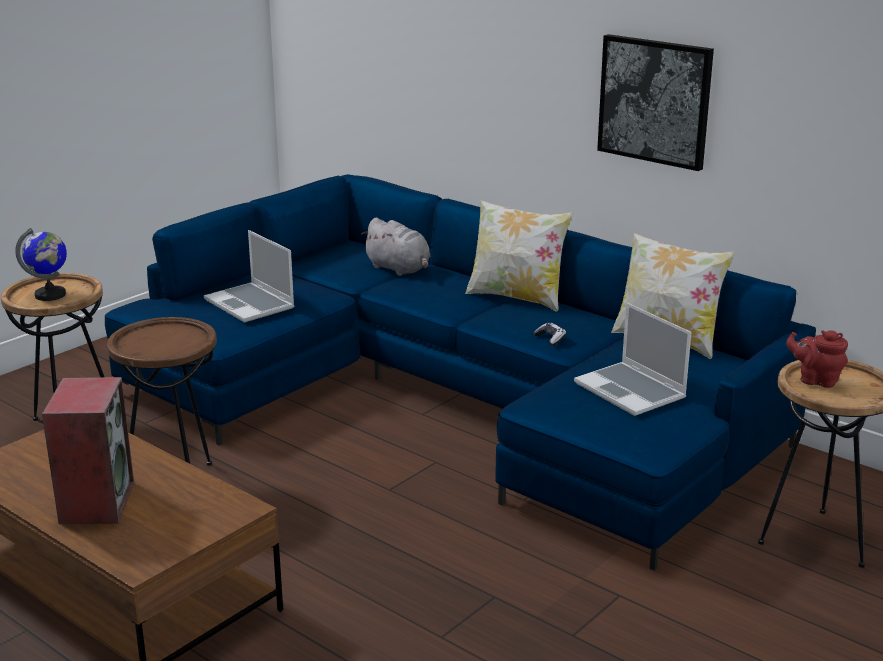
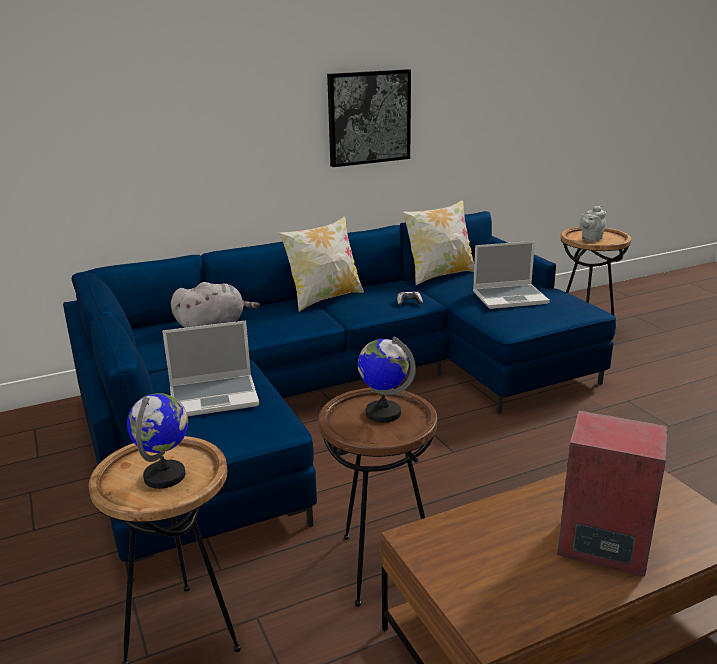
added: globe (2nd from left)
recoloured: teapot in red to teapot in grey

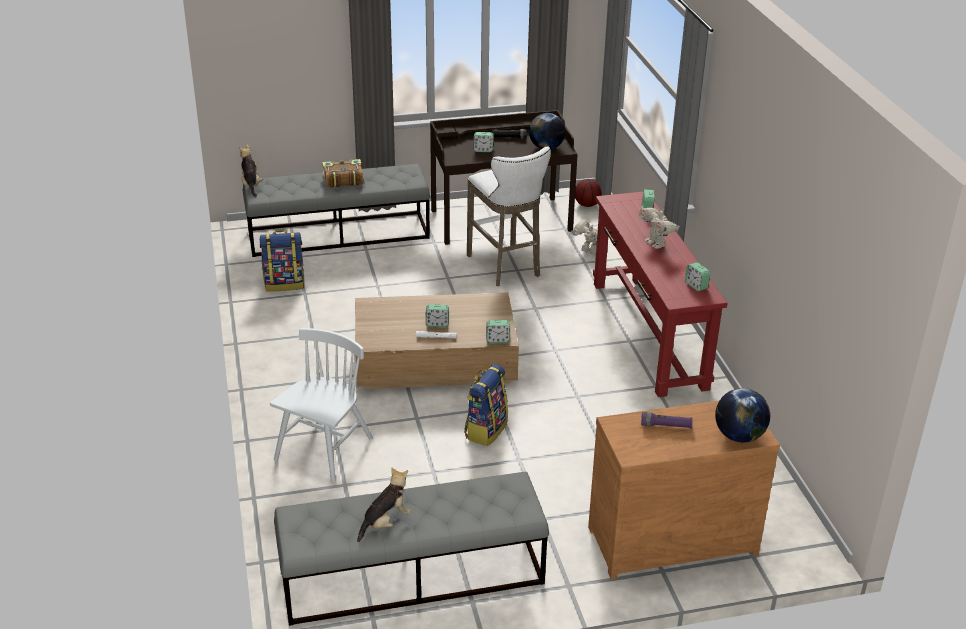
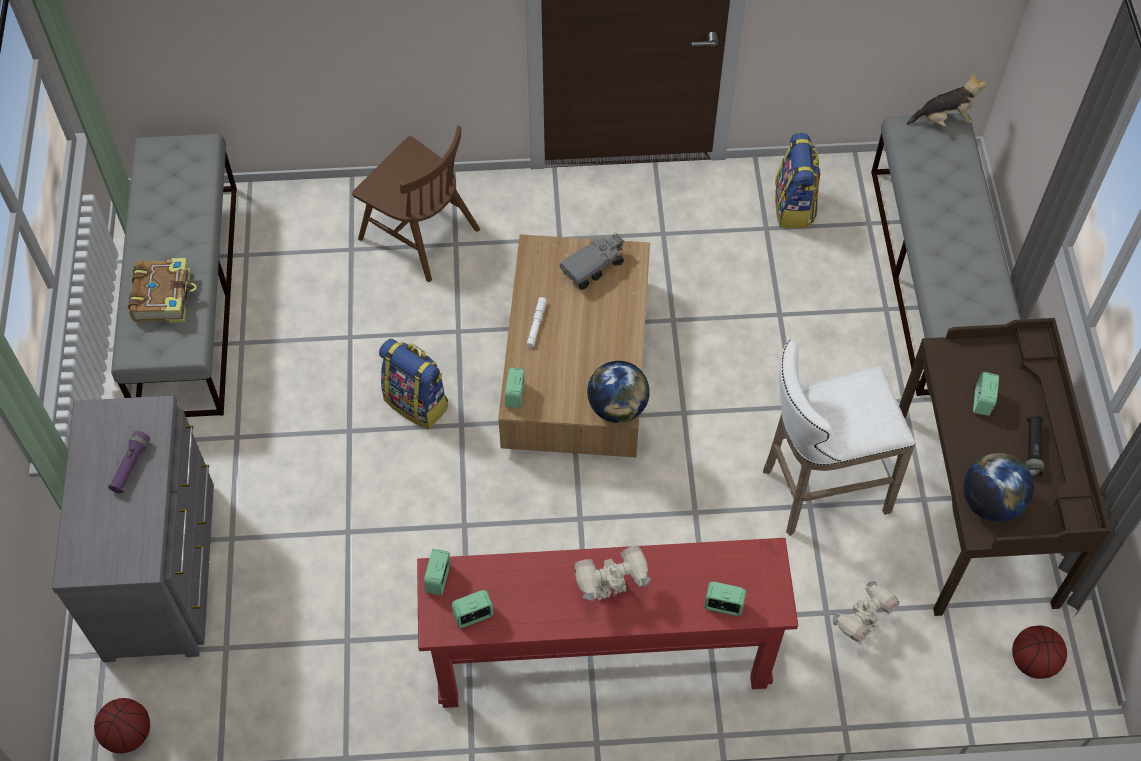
removed: plush toy (2nd from left)
added: toy truck; basketball (1st from left)
moved: book; alarm clock (1st from left); globe (2nd from left in the first image) to globe (1st from left)
recoloured: chair in white to chair in brown; dresser in brown to dresser in grey

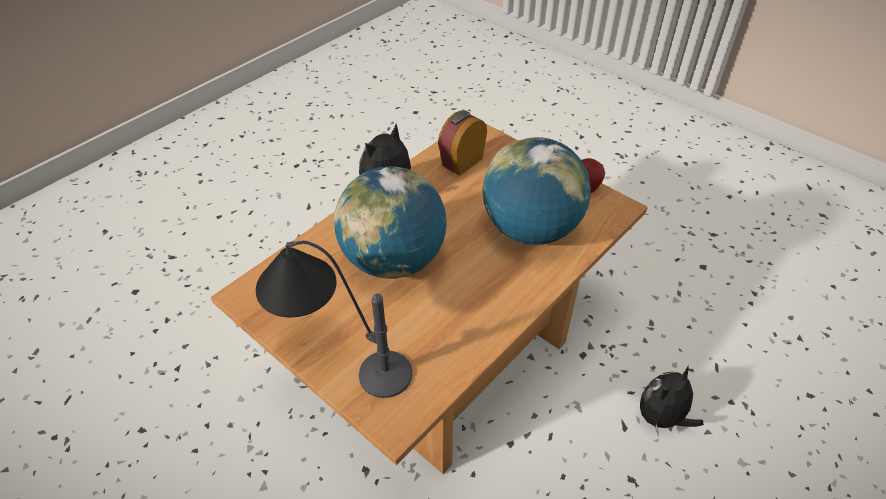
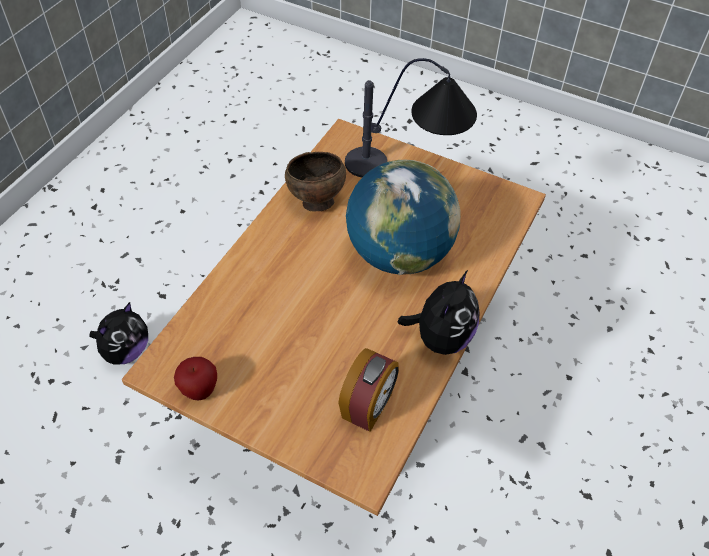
removed: globe (2nd from left)
added: bowl in brown

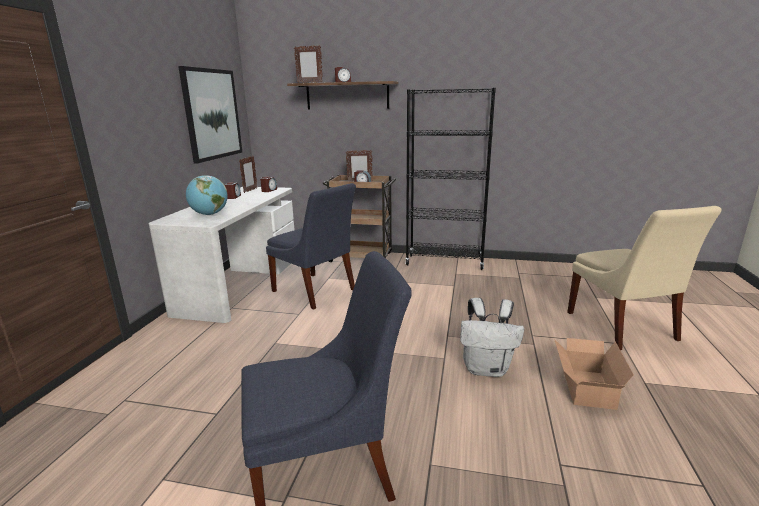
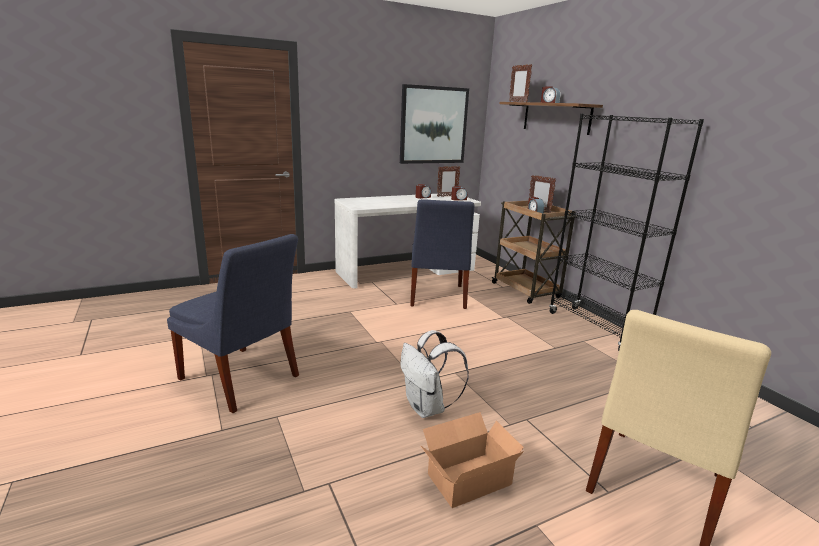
removed: globe

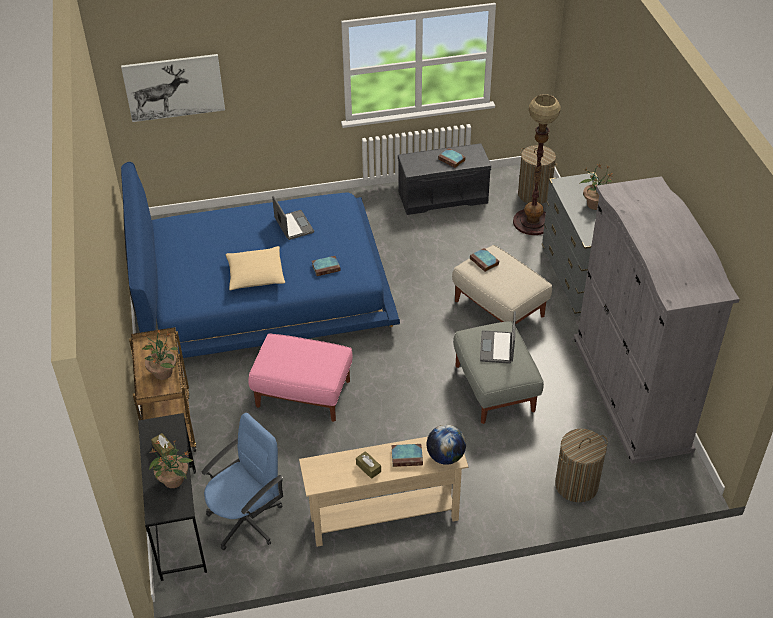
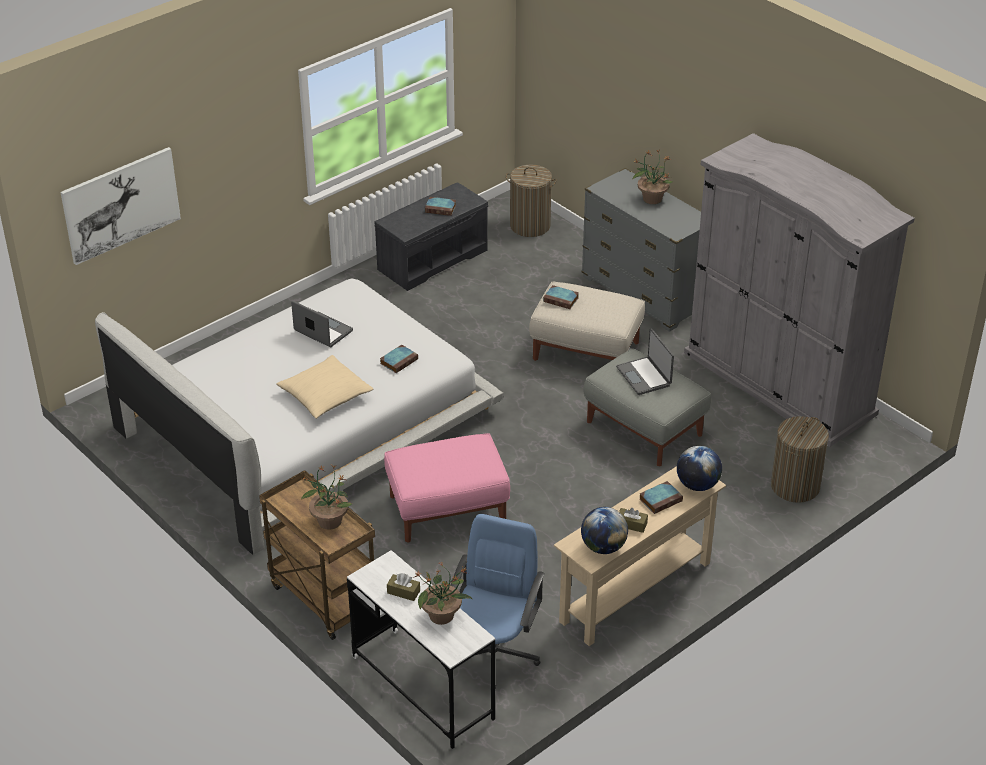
removed: floor lamp
added: globe (1st from left)
recoloured: bed in blue to bed in white; desk in black to desk in white

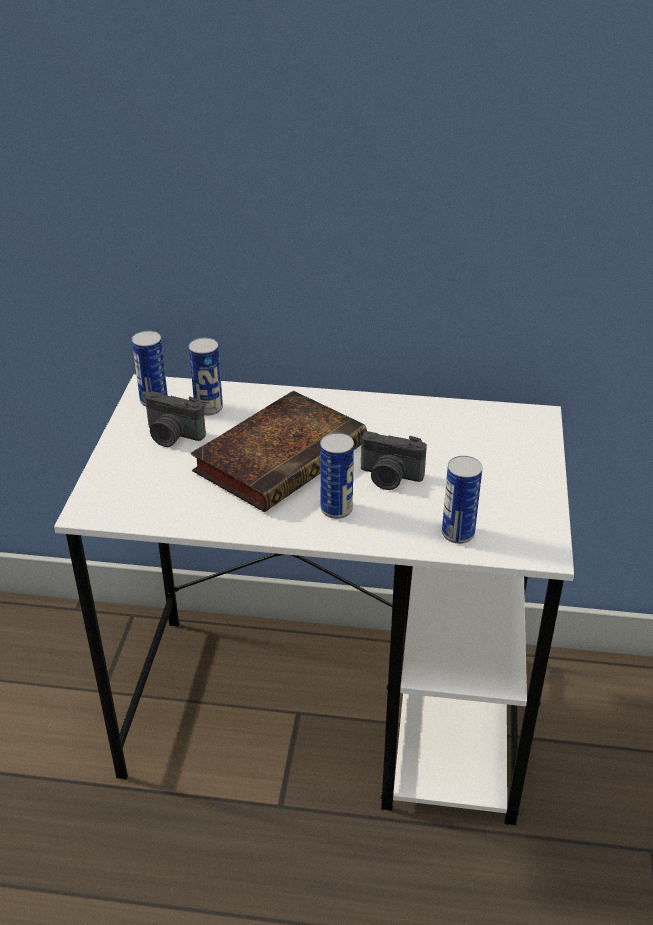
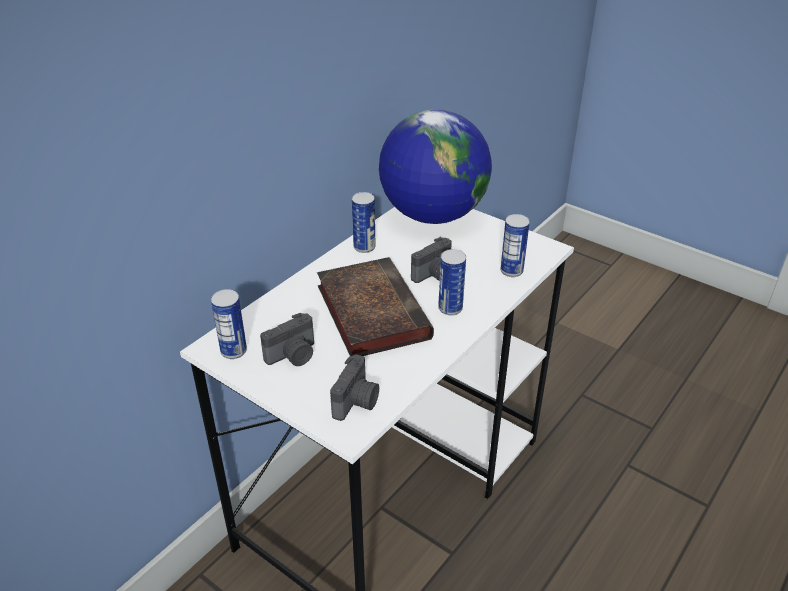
added: globe; photo camera (2nd from left)
moved: can (2nd from left)

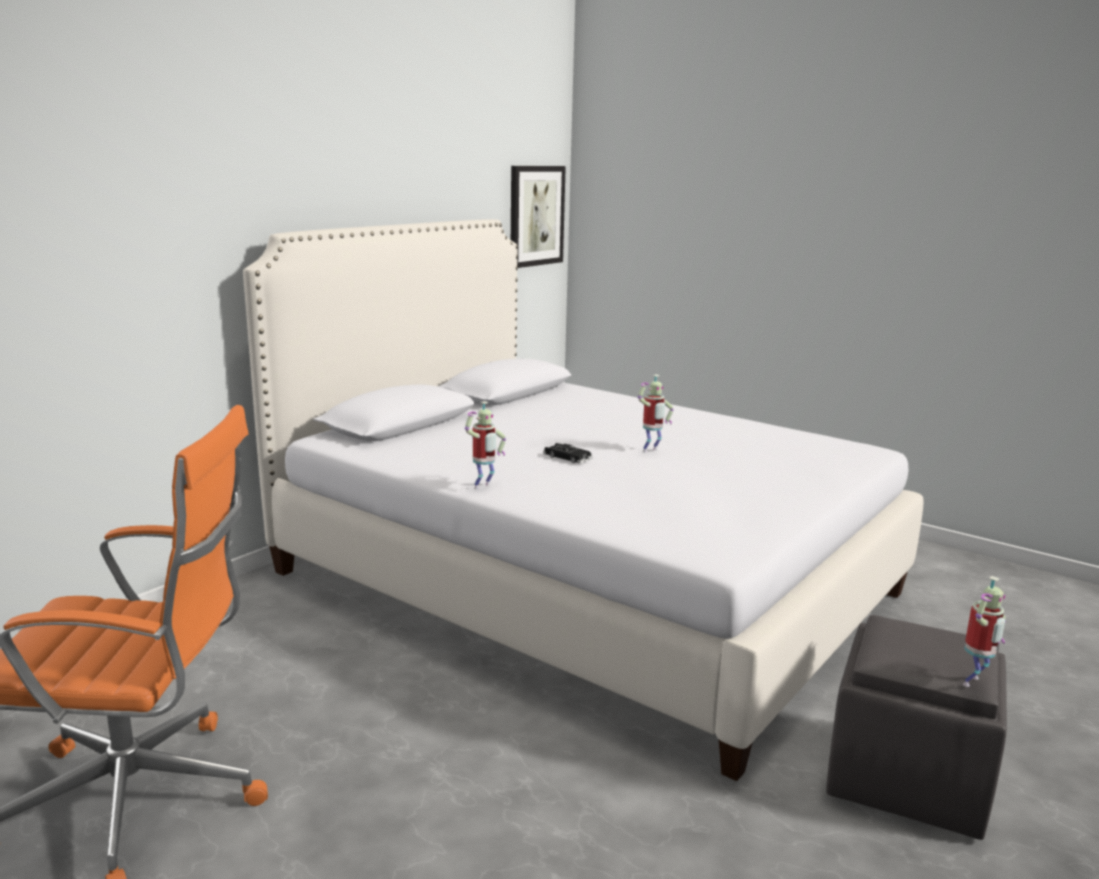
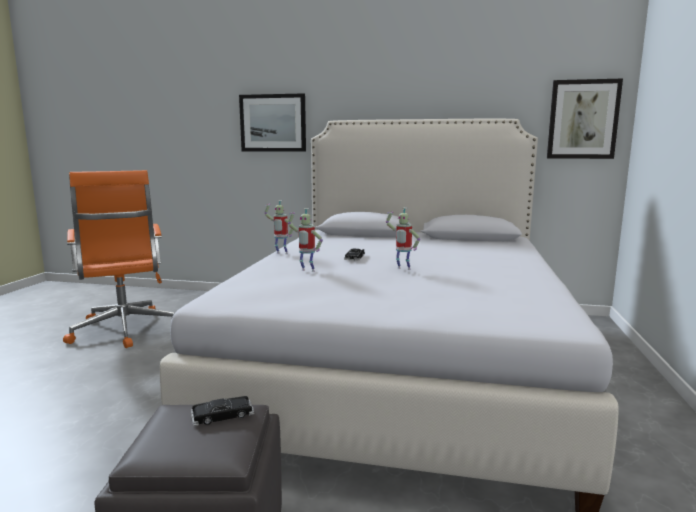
added: picture (1st from left); toy car in black (1st from left)
moved: toy robot (3rd from left in the first image) to toy robot (2nd from left)

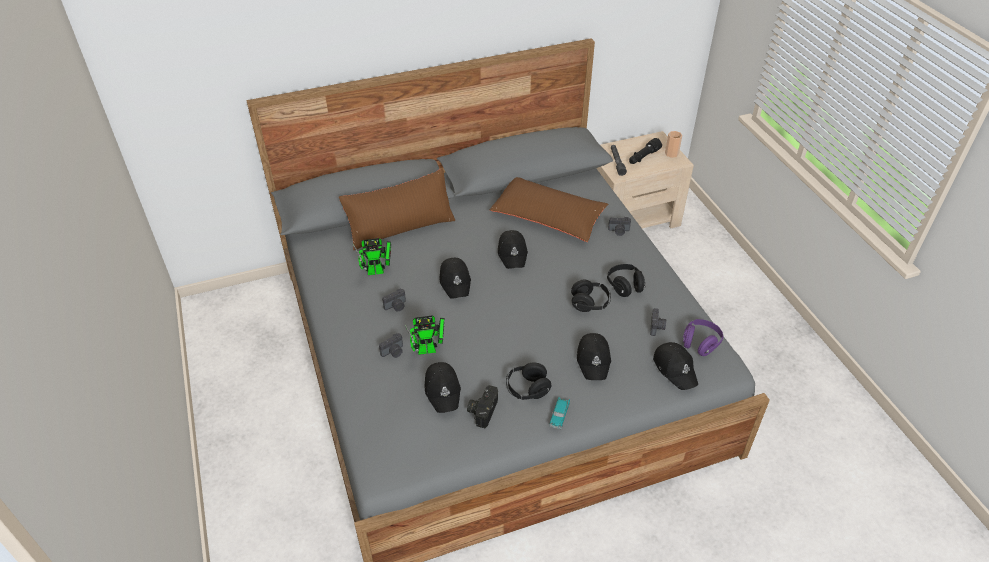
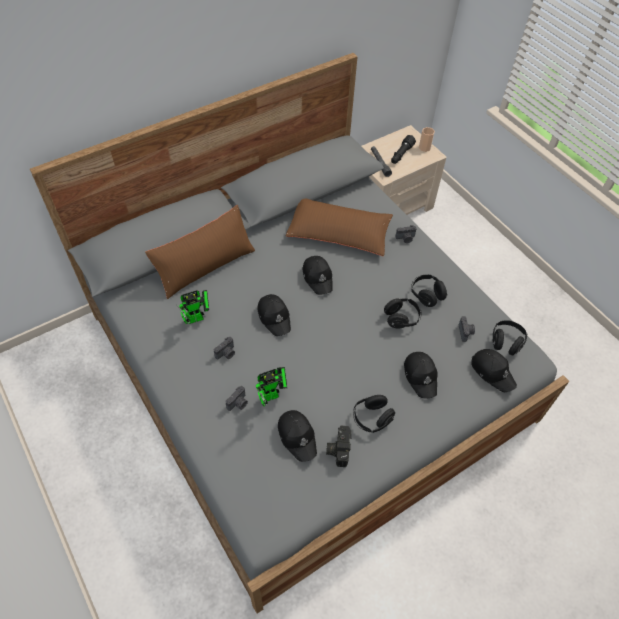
removed: toy car
recoloured: headphones in purple to headphones in black (4th from left)

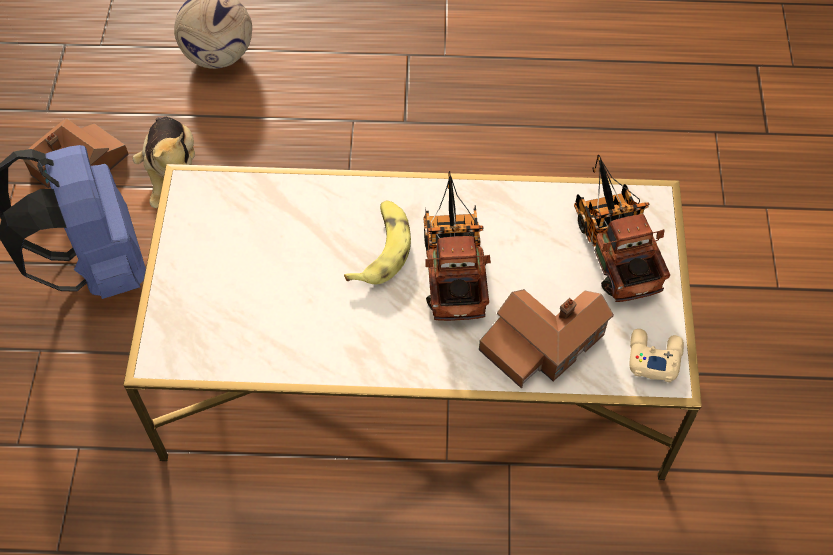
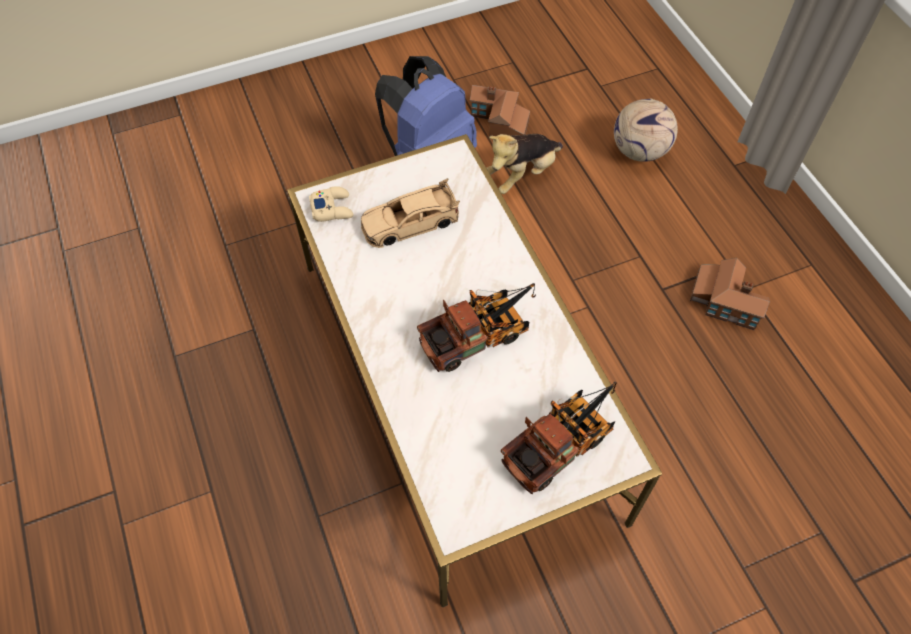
removed: banana
added: toy car in beige
moved: toy house (2nd from left); game controller in beige

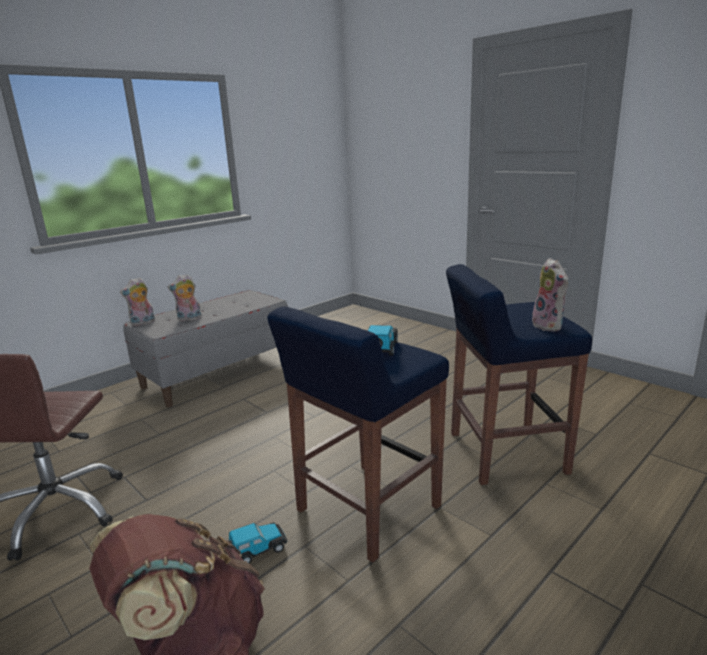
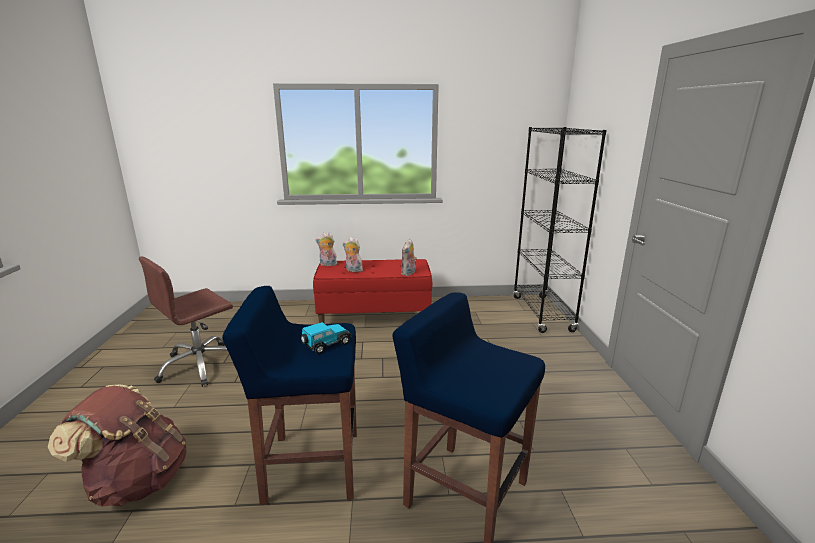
removed: toy car (1st from left)
added: bookcase in black
moved: plush toy (3rd from left)
recoloured: bench in grey to bench in red

